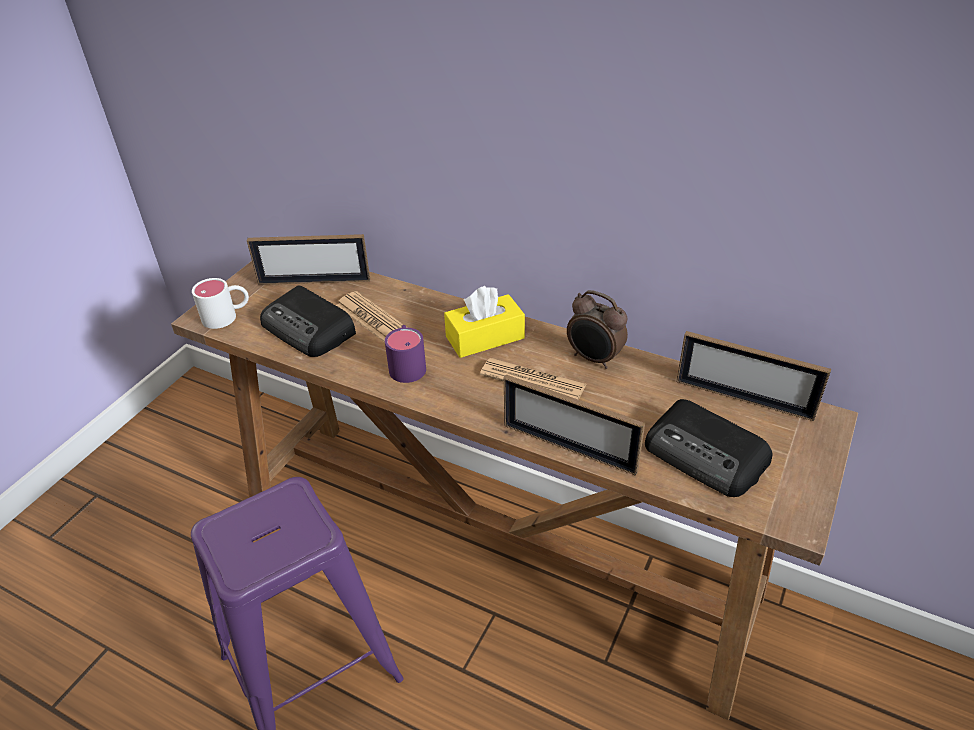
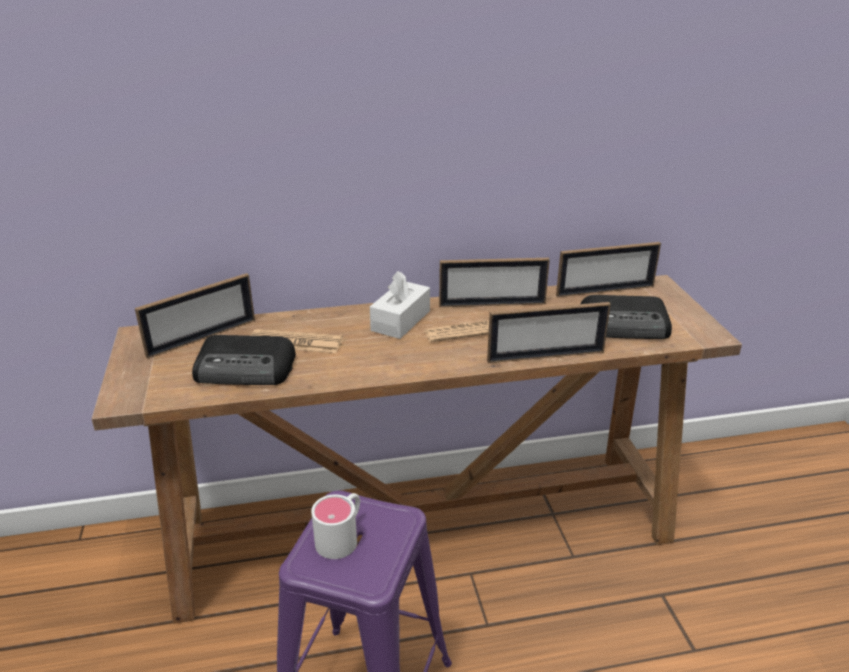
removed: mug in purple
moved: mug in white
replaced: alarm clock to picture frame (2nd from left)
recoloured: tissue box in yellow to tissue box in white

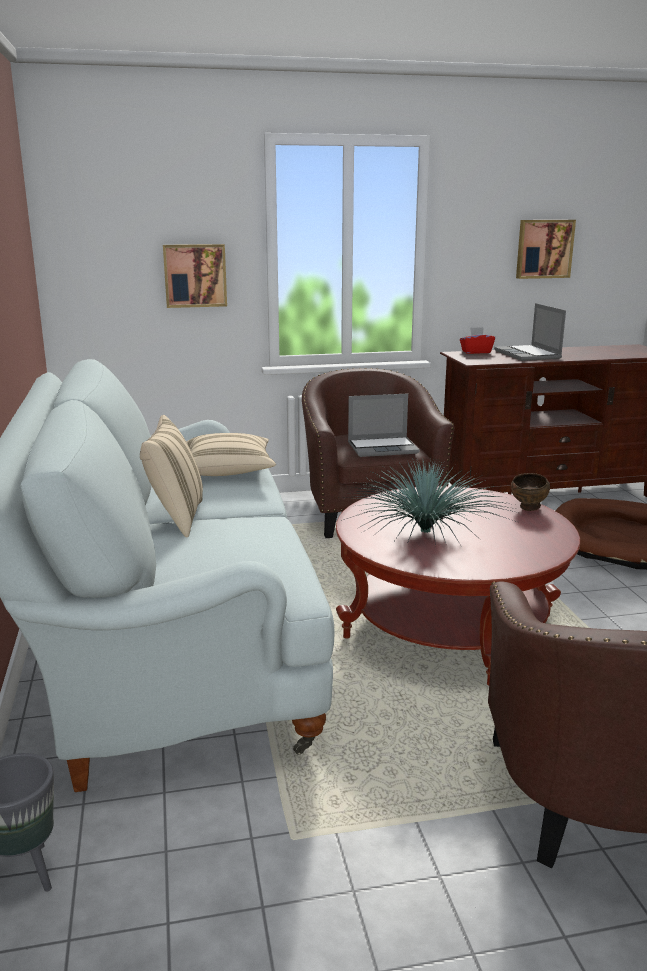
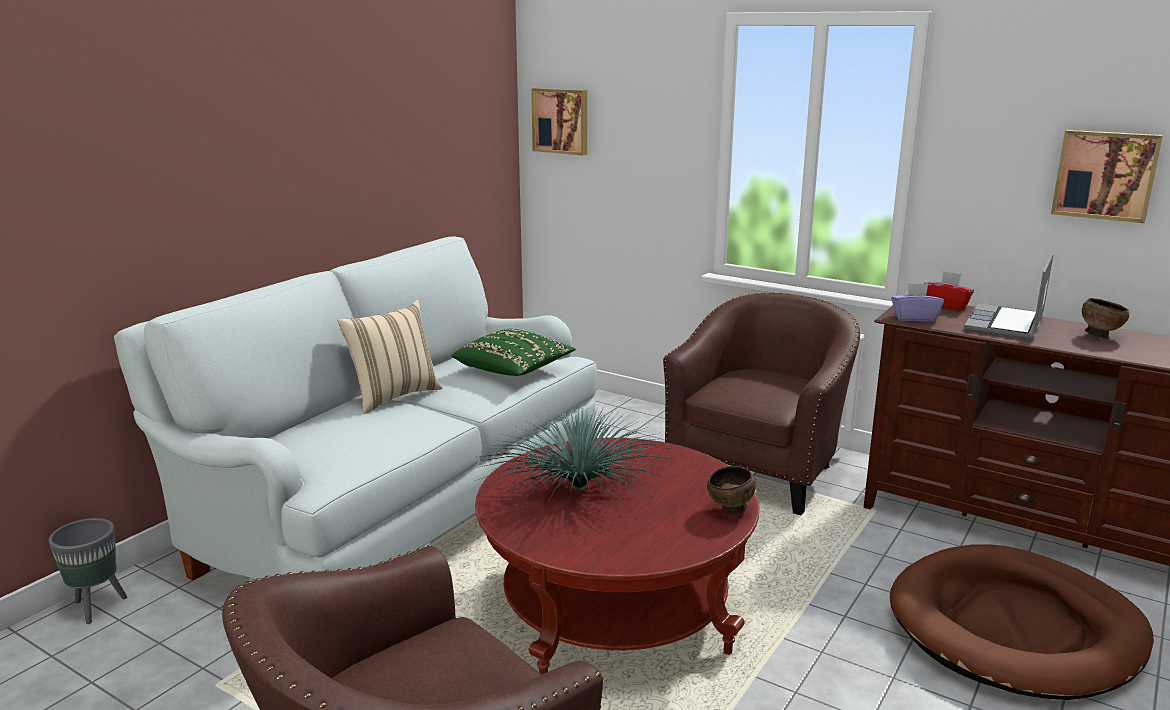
removed: laptop (1st from left)
added: tissue box in purple; bowl in brown (2nd from left)
moved: picture (1st from left)
recoloured: pillow in beige (2nd from left) to pillow in green

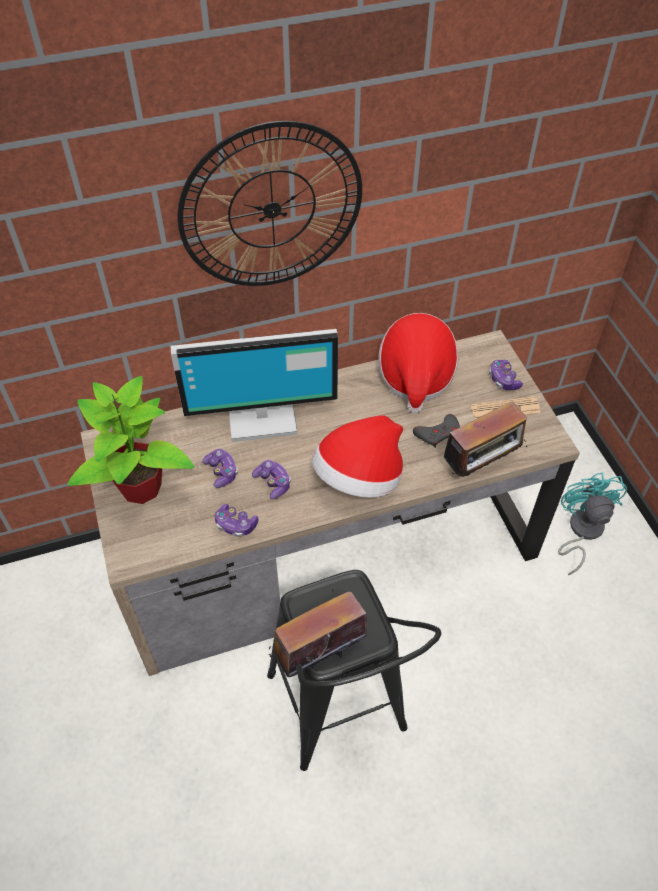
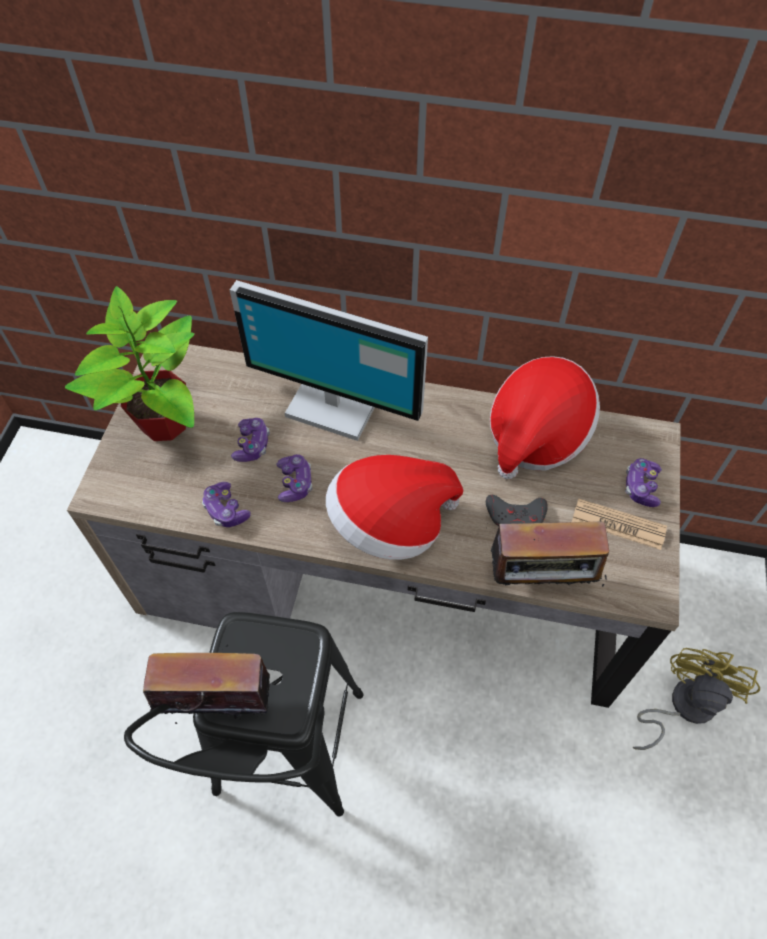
removed: wall clock
recoloured: fan in turquoise to fan in yellow

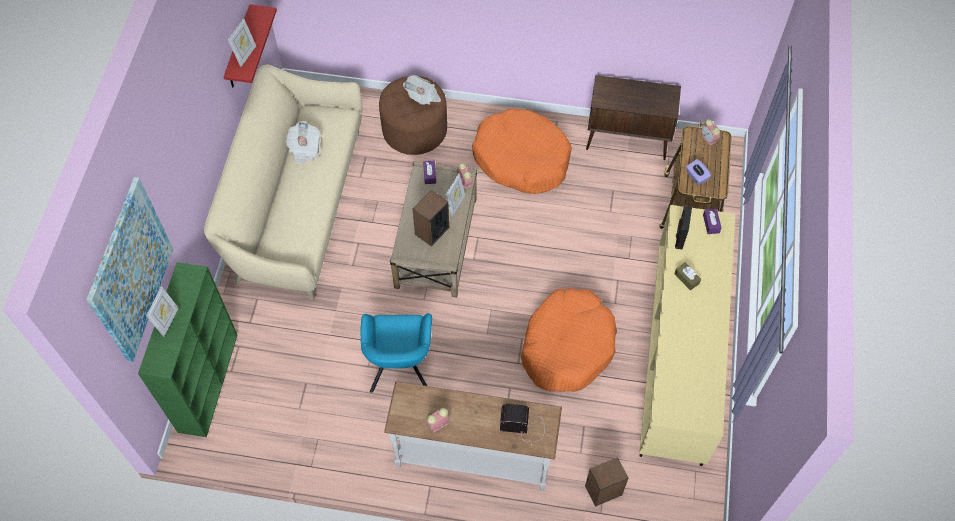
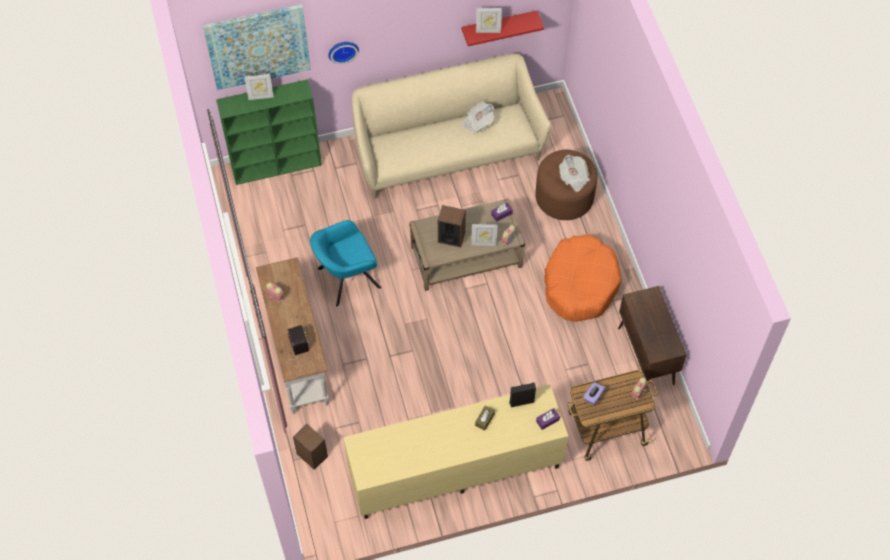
removed: dog bed in orange (2nd from left)
added: wall clock

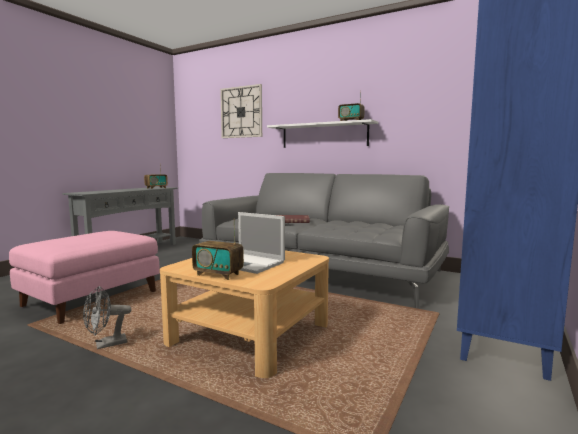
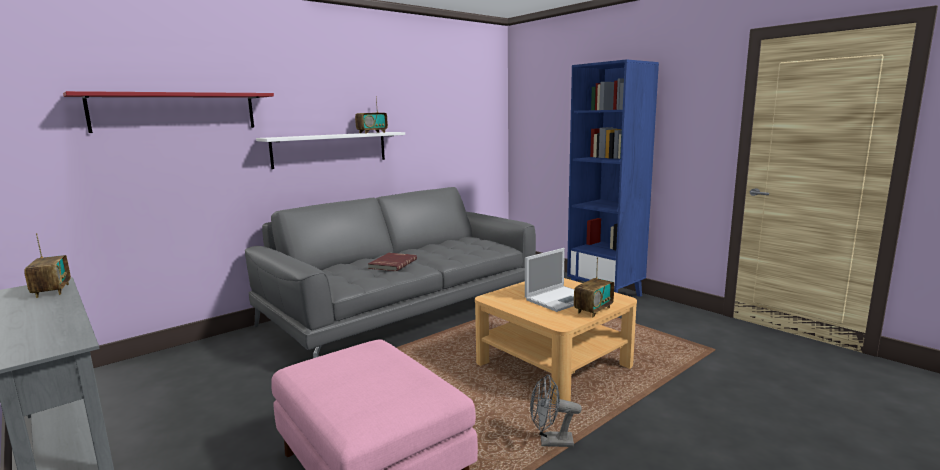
replaced: wall clock to shelf in red
turned: fan in grey 105 degrees clockwise

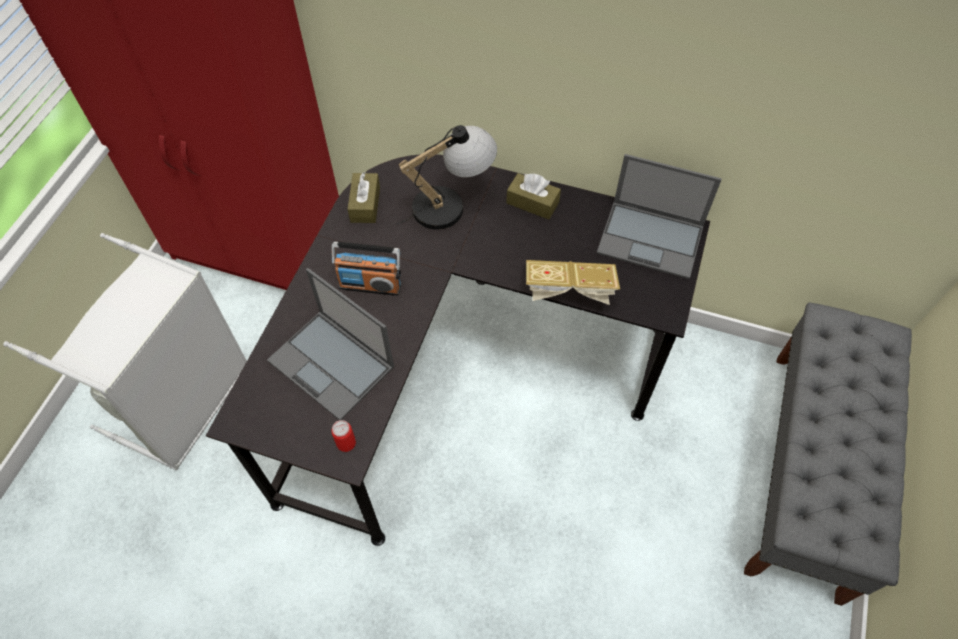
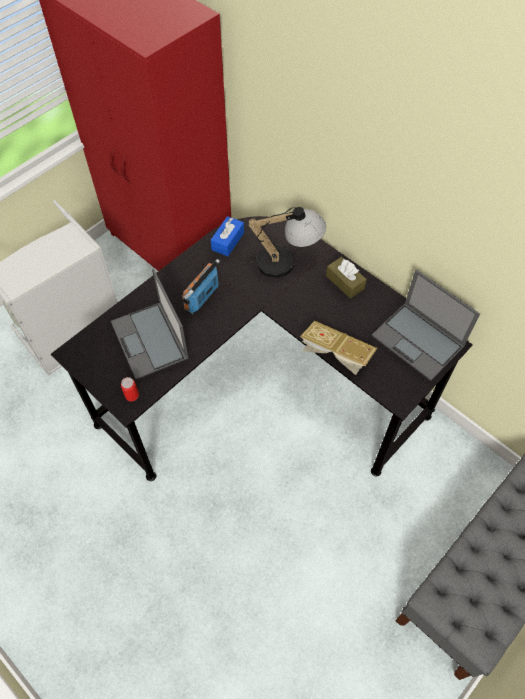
recoloured: tissue box in brown (1st from left) to tissue box in blue
turned: radio 90 degrees clockwise

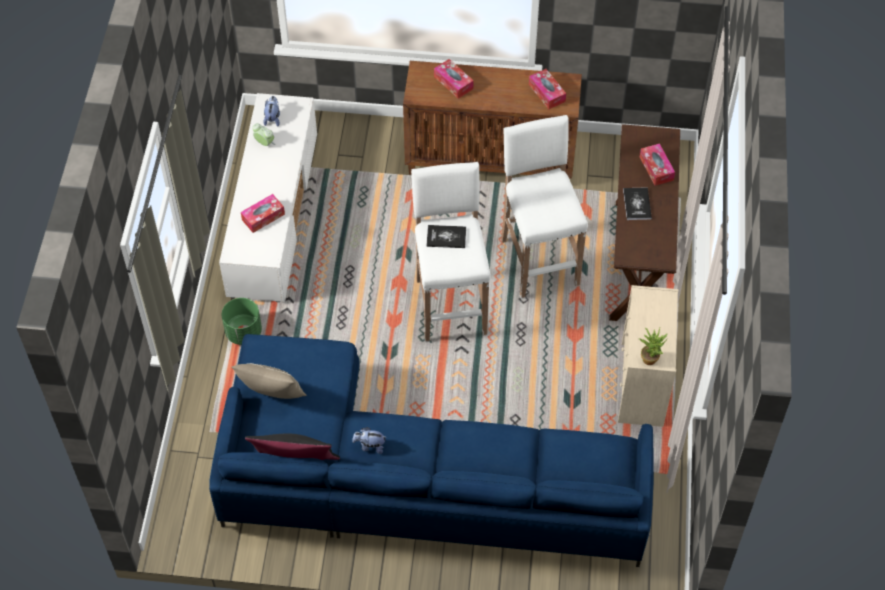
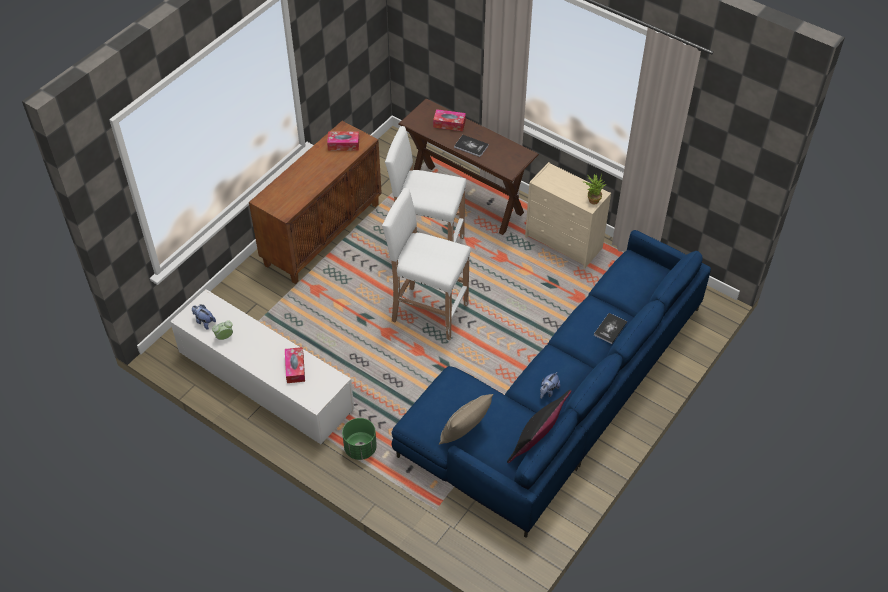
removed: tissue box (2nd from left)
moved: book (1st from left in the first image) to book (2nd from left)

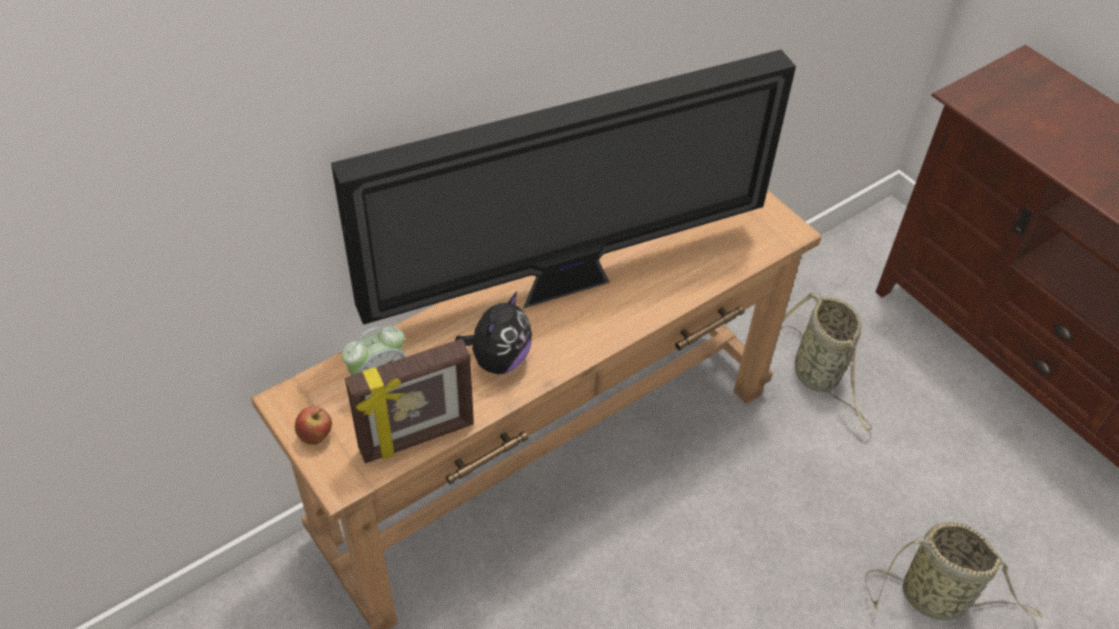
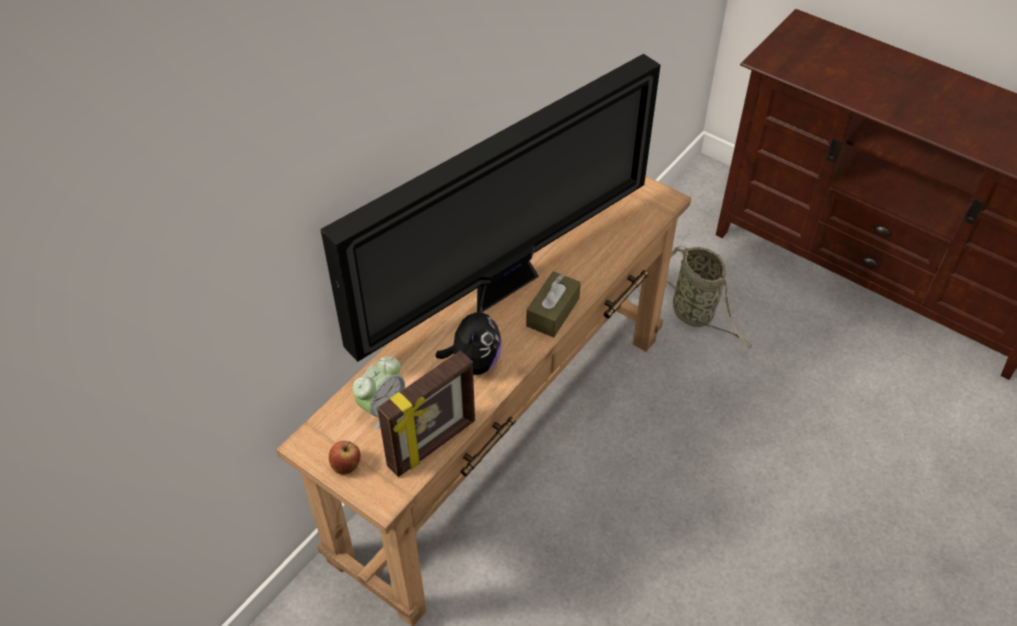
removed: basket (2nd from left)
added: tissue box in brown

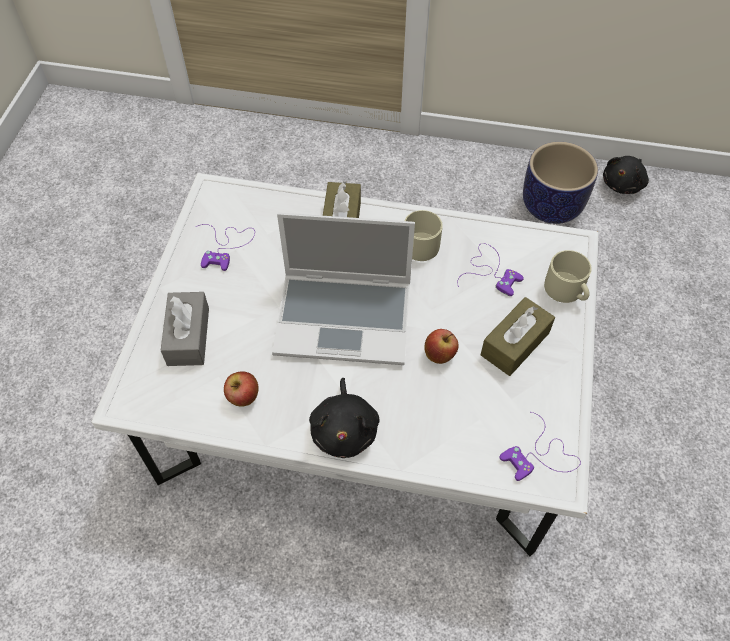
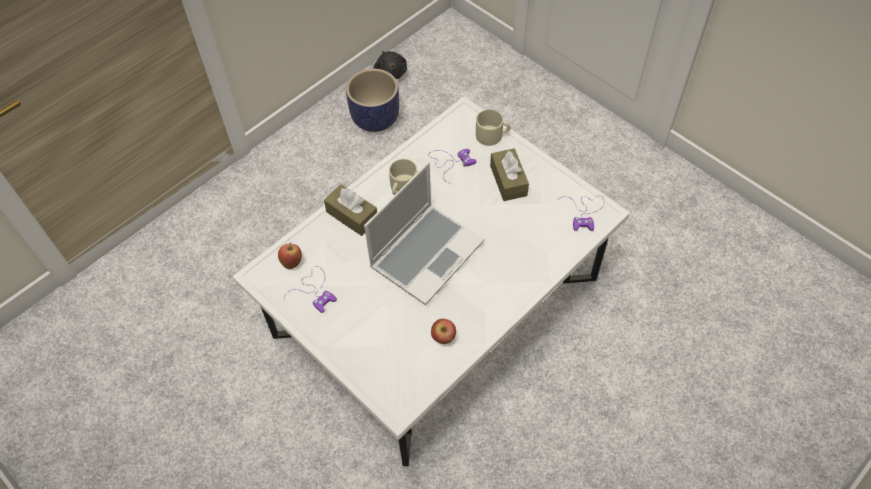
removed: tissue box in grey; plush toy in black (1st from left)
moved: apple (2nd from left in the first image) to apple (1st from left)

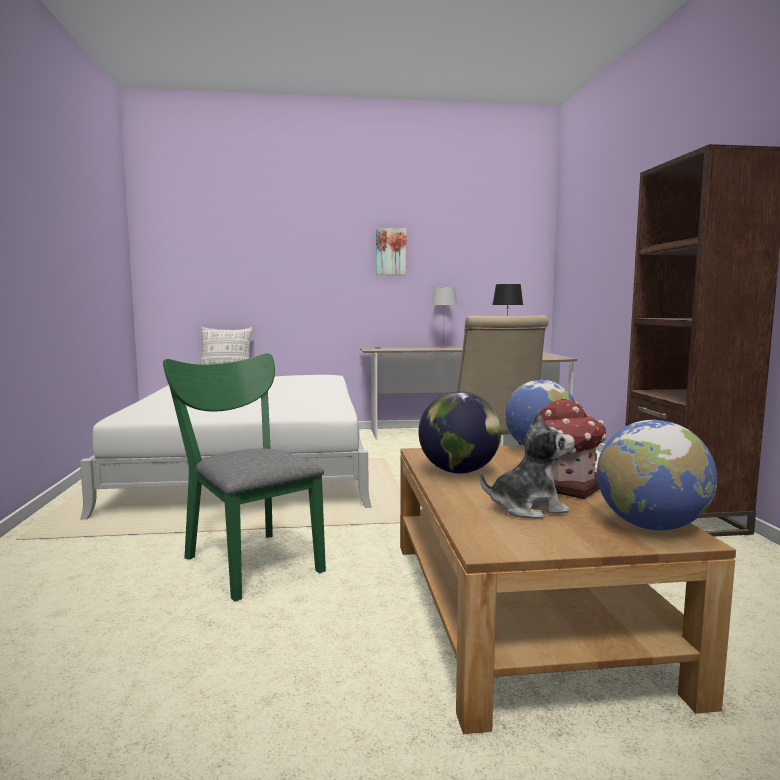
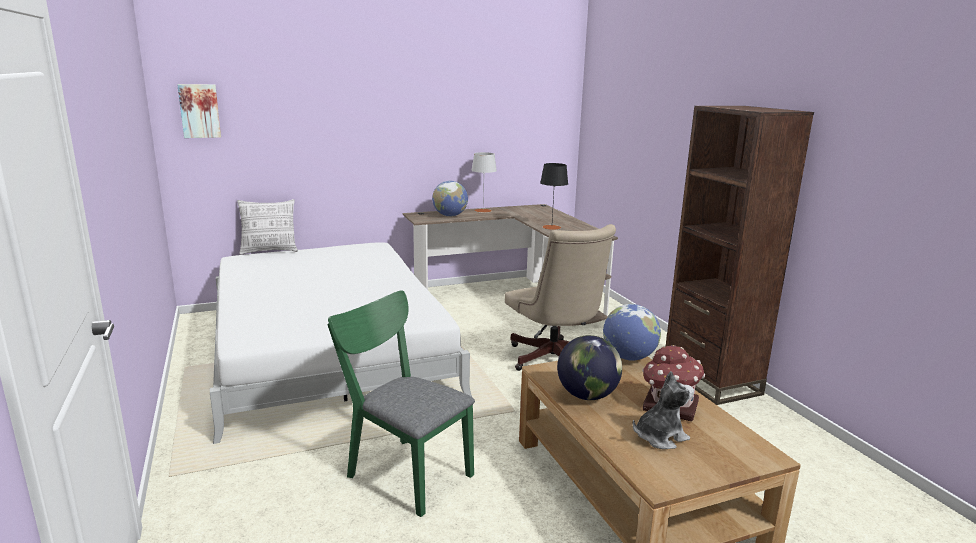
moved: picture; globe (3rd from left in the first image) to globe (1st from left)

